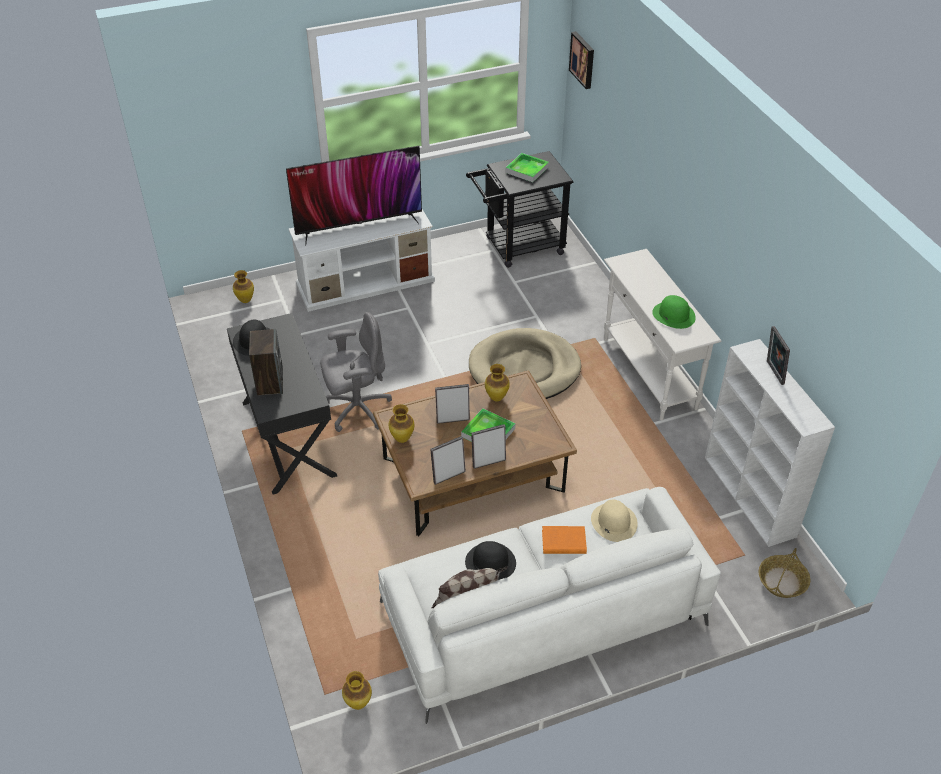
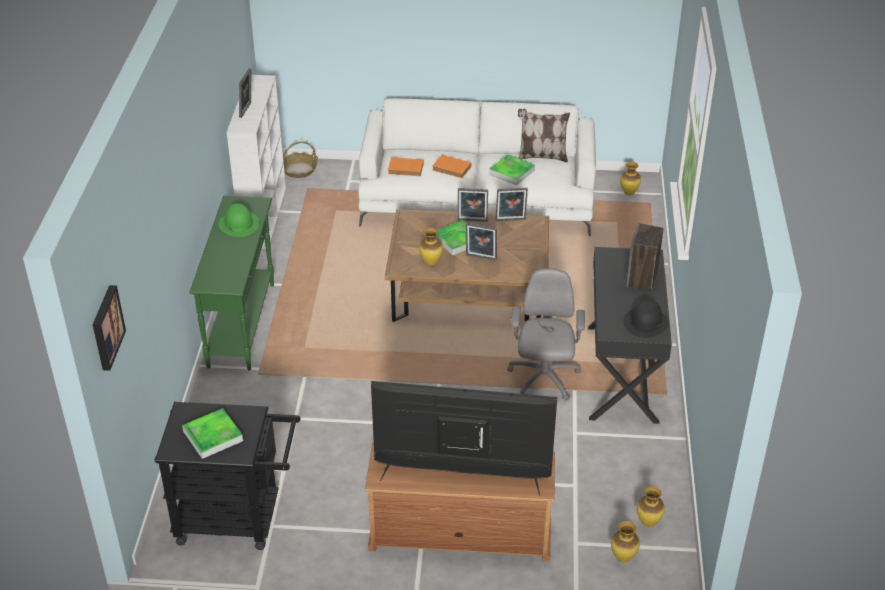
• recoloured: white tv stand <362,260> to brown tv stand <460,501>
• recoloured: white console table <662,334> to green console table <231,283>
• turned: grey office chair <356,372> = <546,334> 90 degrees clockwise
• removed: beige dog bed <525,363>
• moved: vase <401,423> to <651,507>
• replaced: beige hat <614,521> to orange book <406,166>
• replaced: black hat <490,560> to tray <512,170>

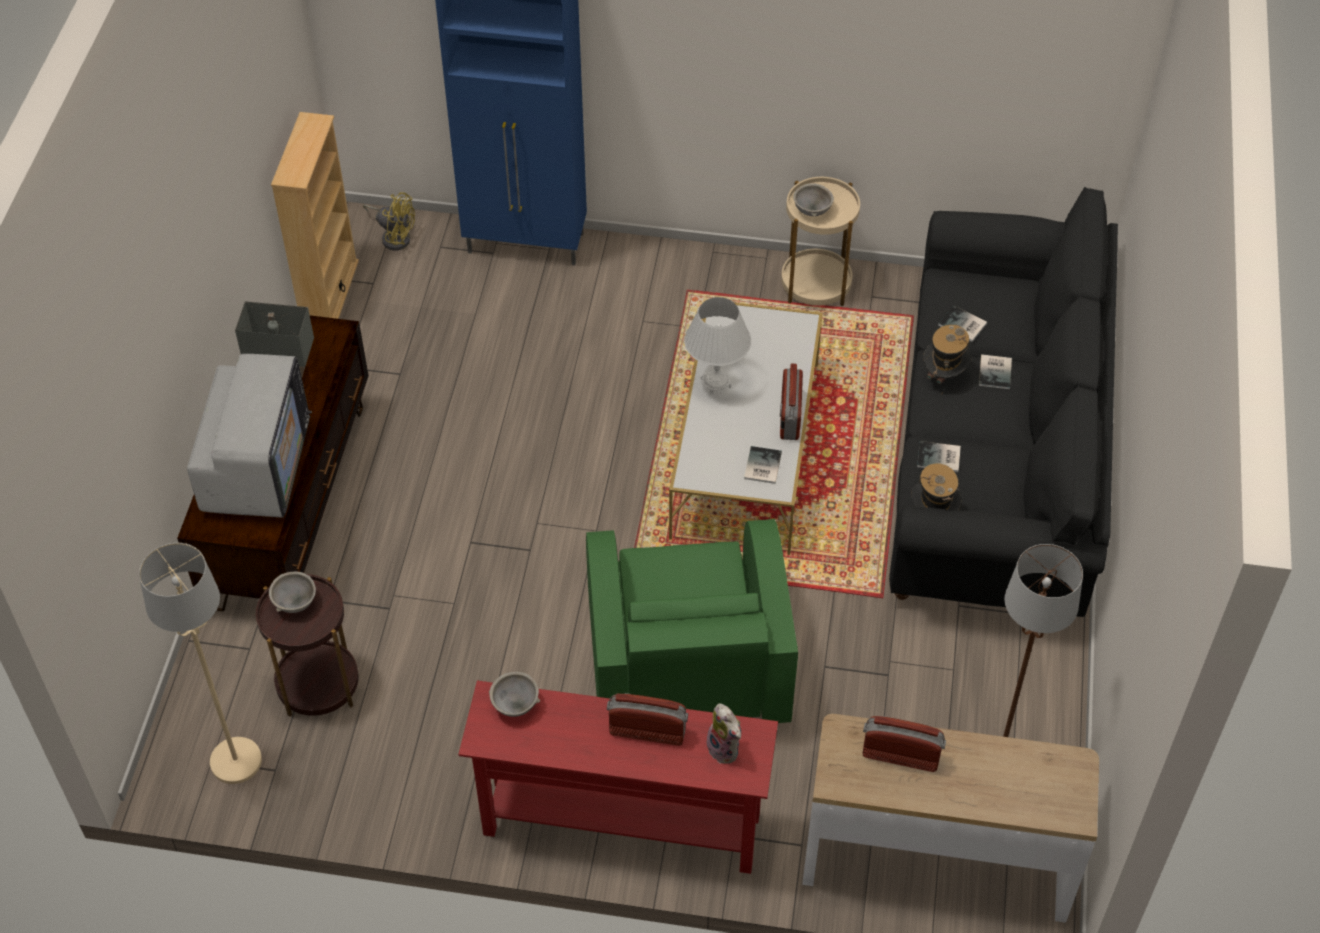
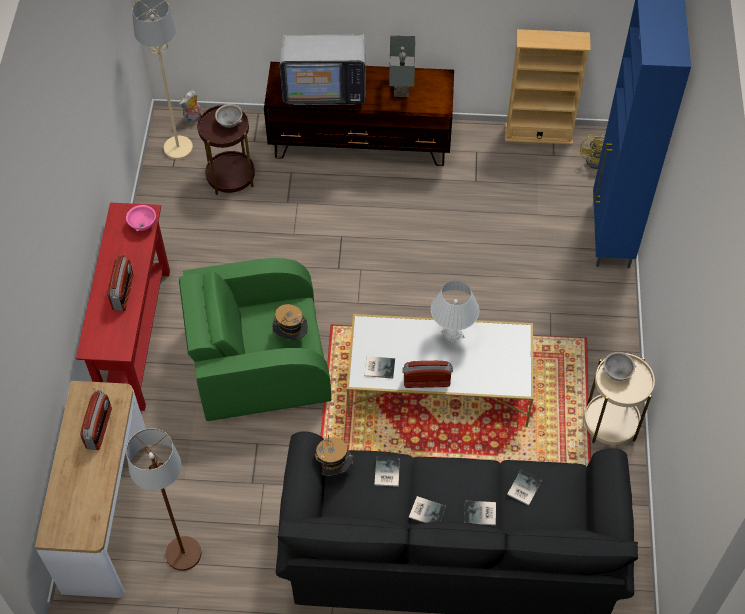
• moved: hat <947,359> to <290,322>
• recoloured: grey bowl <514,694> to pink bowl <141,218>
• moved: plush toy <723,734> to <190,107>
• added: book <427,509>

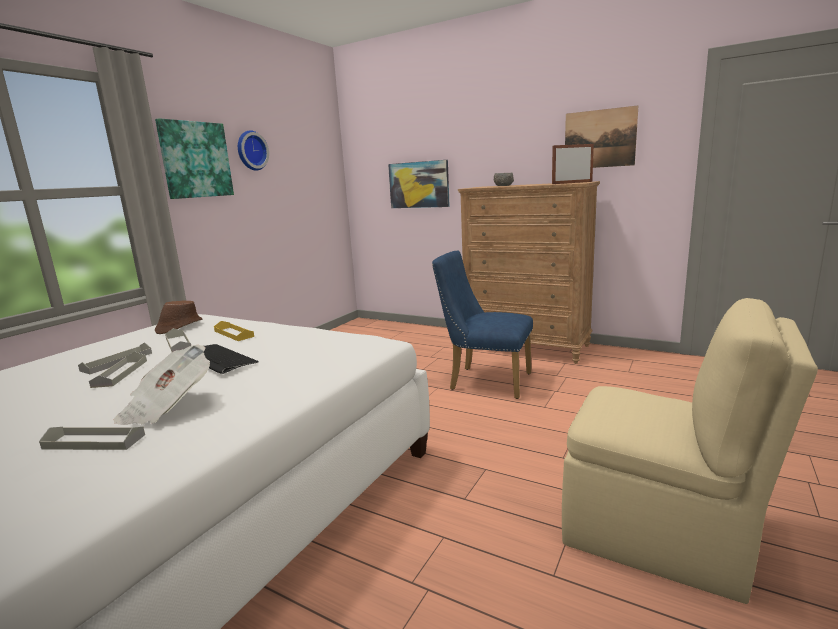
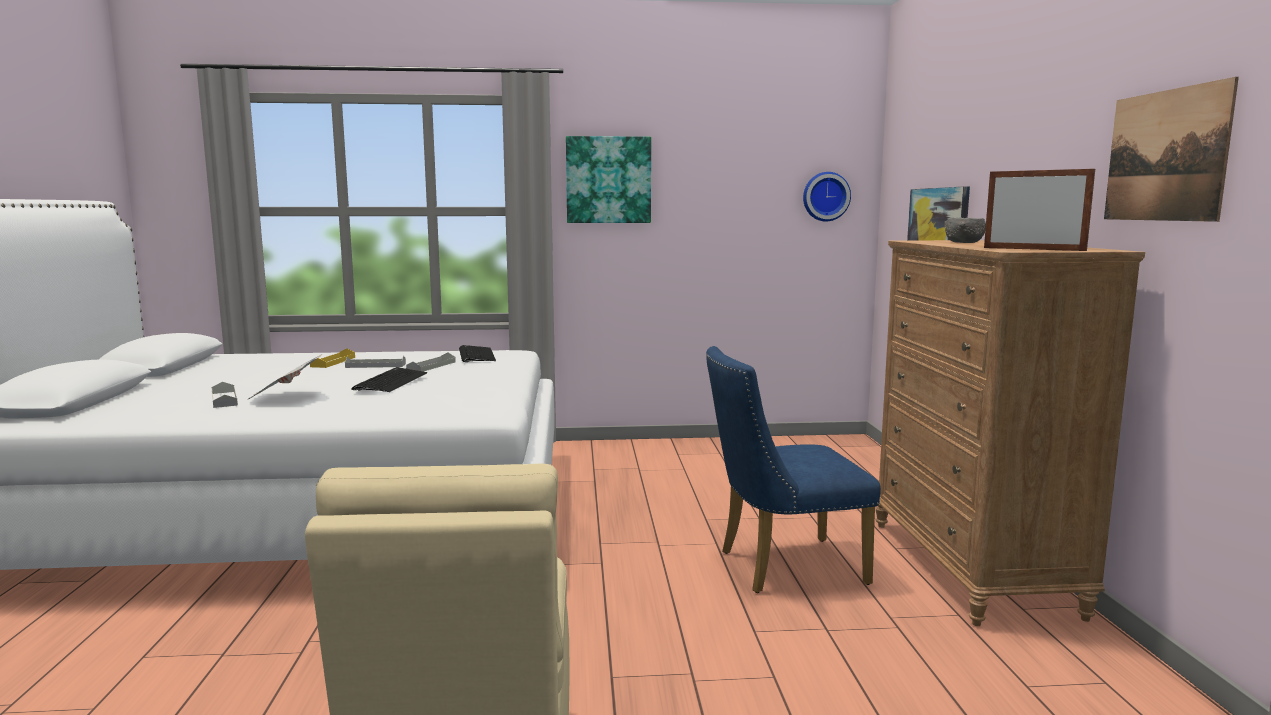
• moved: wall clock <253,150> to <827,196>
• turned: blue chair <482,325> = <793,469> 90 degrees counterclockwise
• replaced: brown hat <179,317> to keyboard <477,353>
• moved: yellow tray <234,331> to <332,358>
• removed: grey tray <118,370>

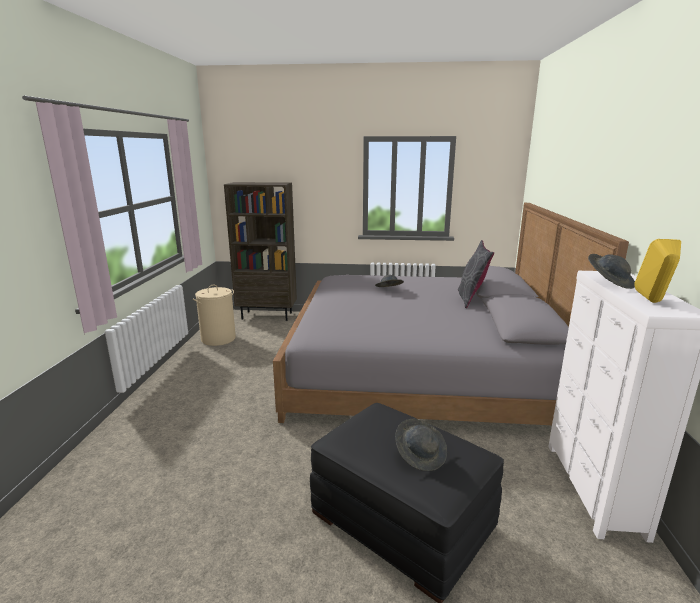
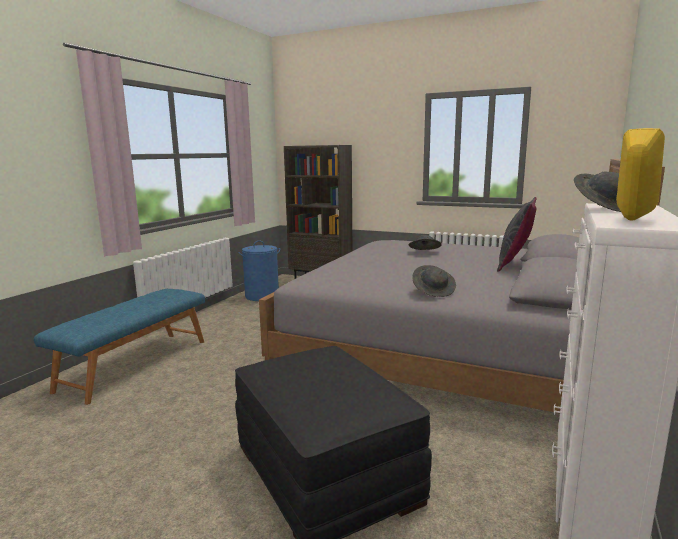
• recoloured: beige laundry basket <214,315> to blue laundry basket <259,270>
• moved: grey hat <421,444> to <434,281>
• added: blue bench <119,347>

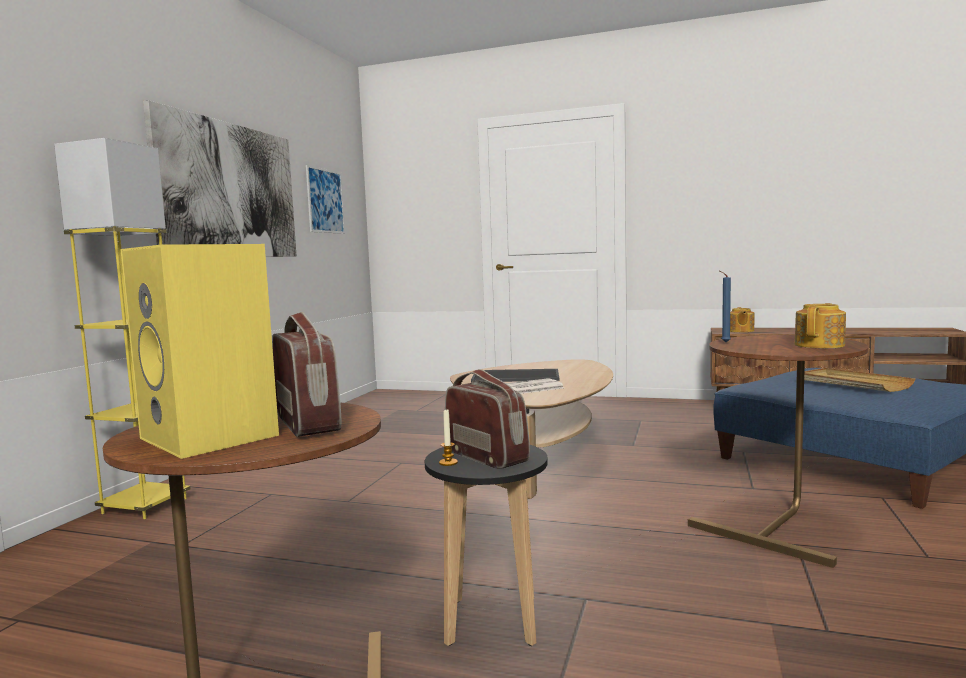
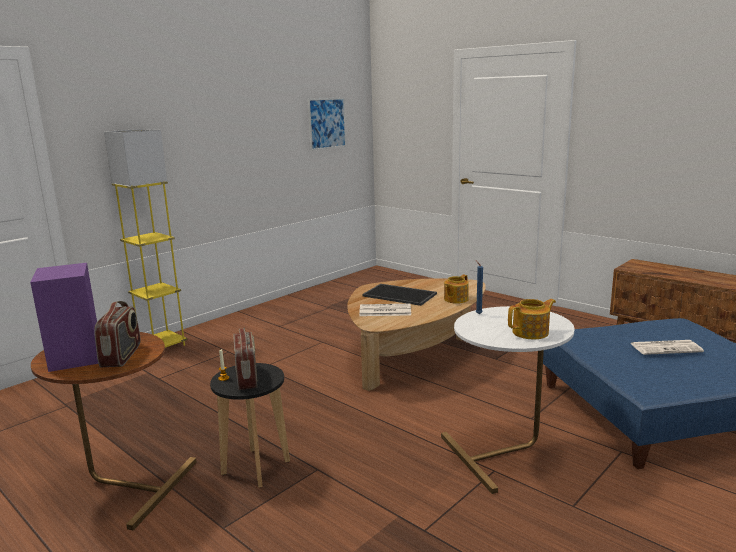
• removed: picture <219,178>
• recoloured: yellow speaker <199,351> to purple speaker <64,317>
• moved: teapot <742,319> to <456,289>
• recoloured: brown side table <778,451> to white side table <507,400>
• replaced: beige tray <860,380> to newspaper <667,347>

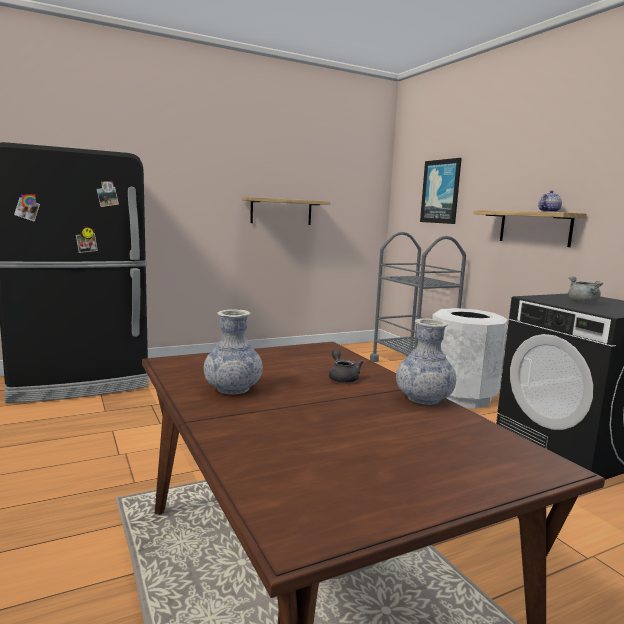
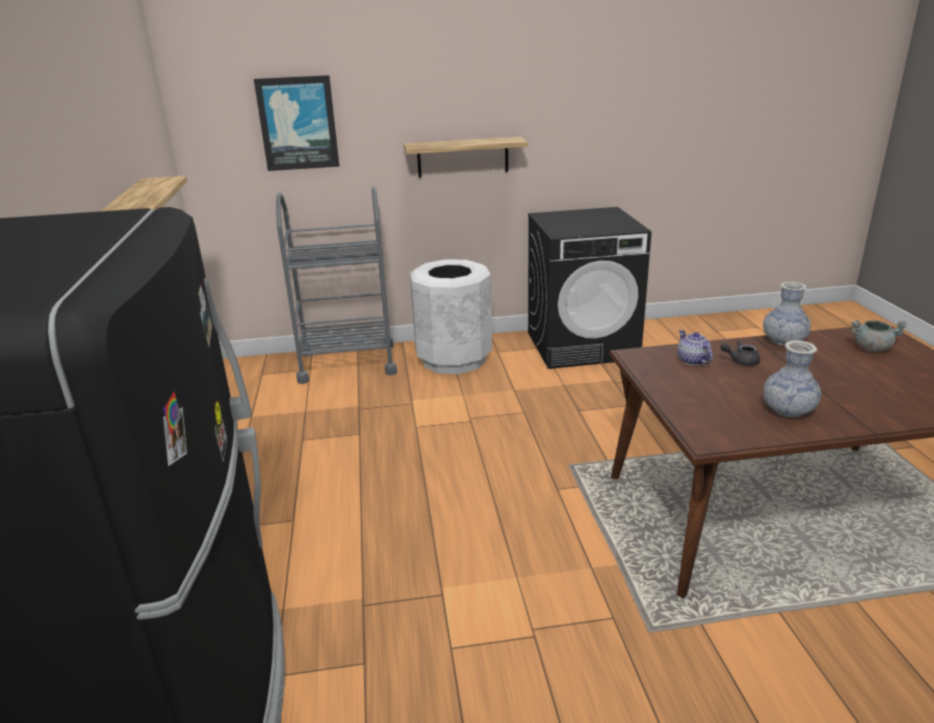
• moved: teapot <550,201> to <695,347>
• moved: grey cooking pot <585,289> to <880,336>

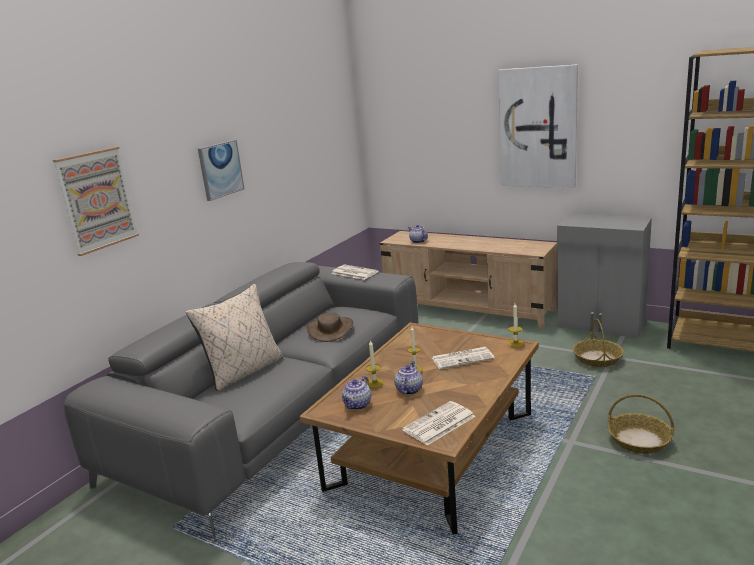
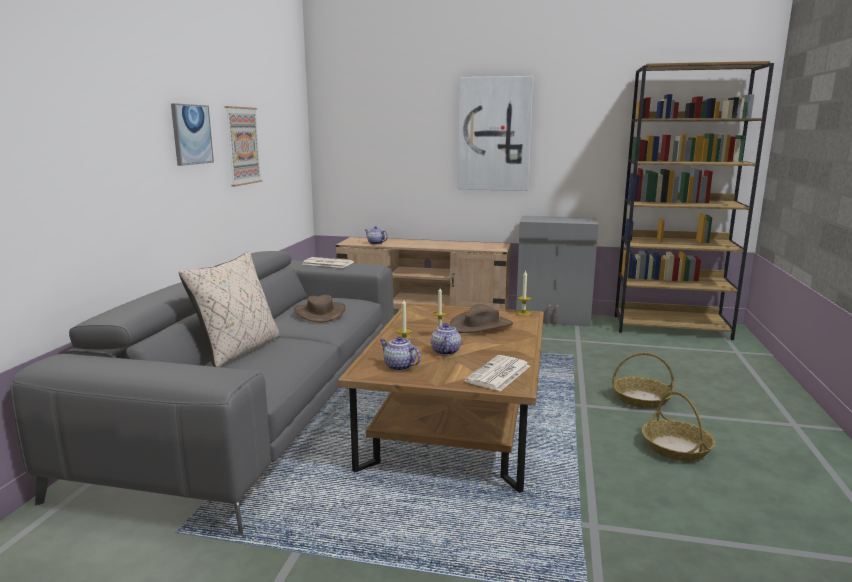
• moved: picture <96,201> to <244,146>
• moved: basket <598,343> to <679,426>
• replaced: newspaper <463,358> to brown hat <481,318>
• turned: teapot <356,393> = <400,353> 120 degrees clockwise

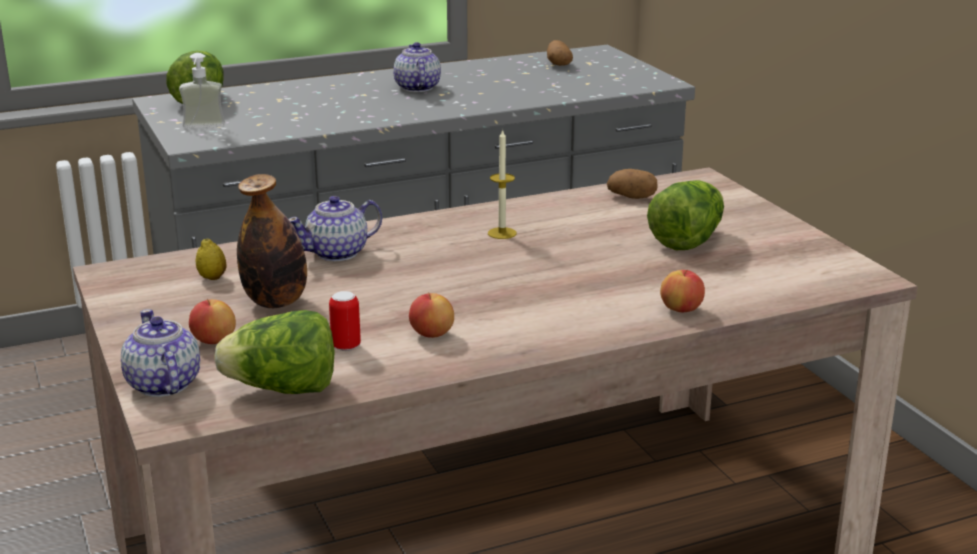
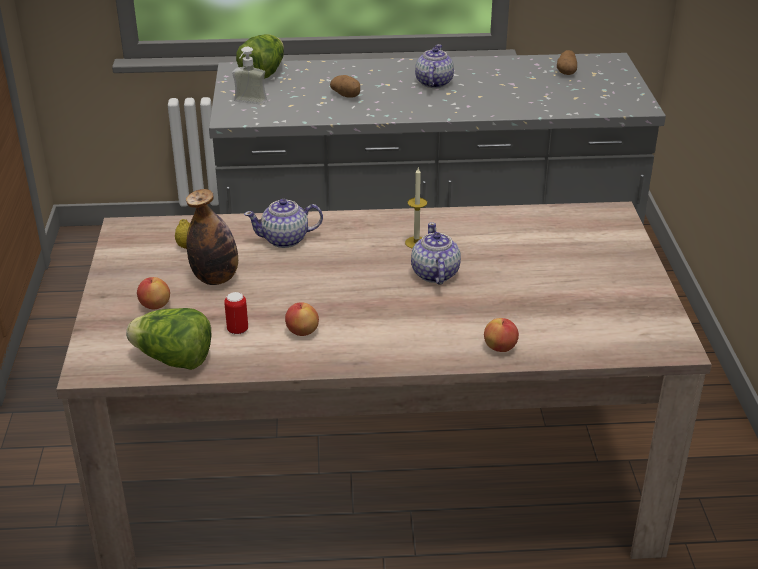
• moved: potato <632,184> to <345,86>
• removed: lettuce <685,215>
• moved: teapot <160,353> to <436,253>

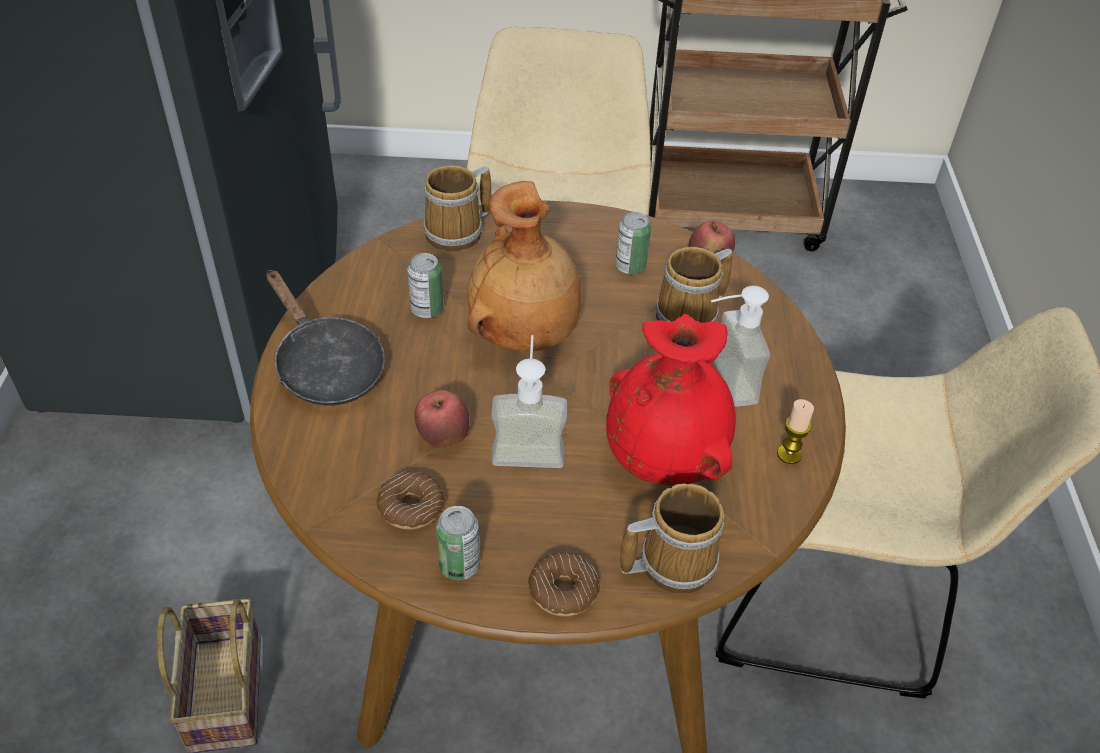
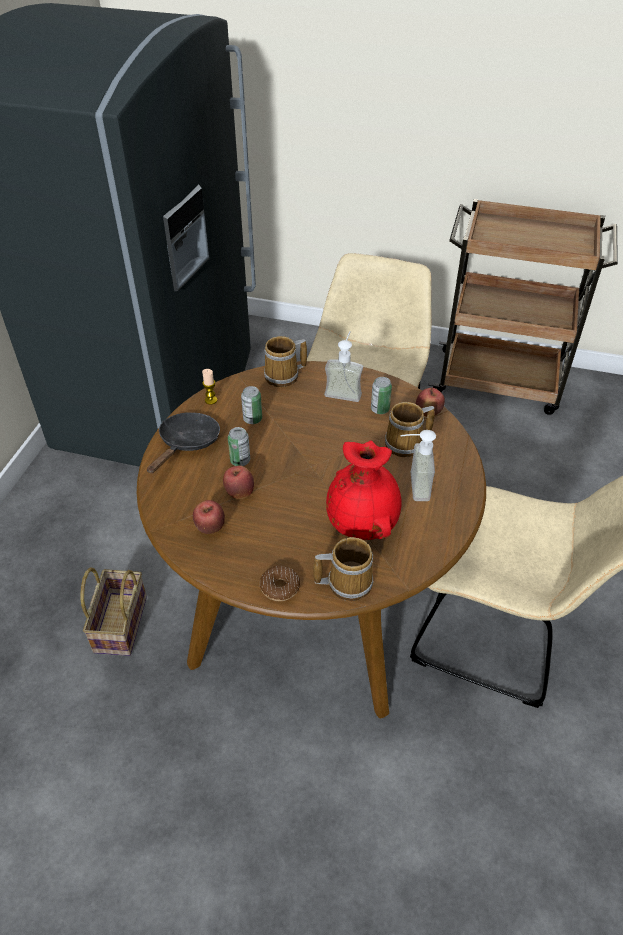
• removed: brown vase <524,266>
• turned: black frying pan <325,338> = <183,442> 135 degrees counterclockwise
• moved: soap dispenser <529,401> to <343,366>
• moved: candle <795,431> to <209,387>
• replaced: donut <410,500> to apple <209,517>
• moved: can <458,543> to <239,446>

